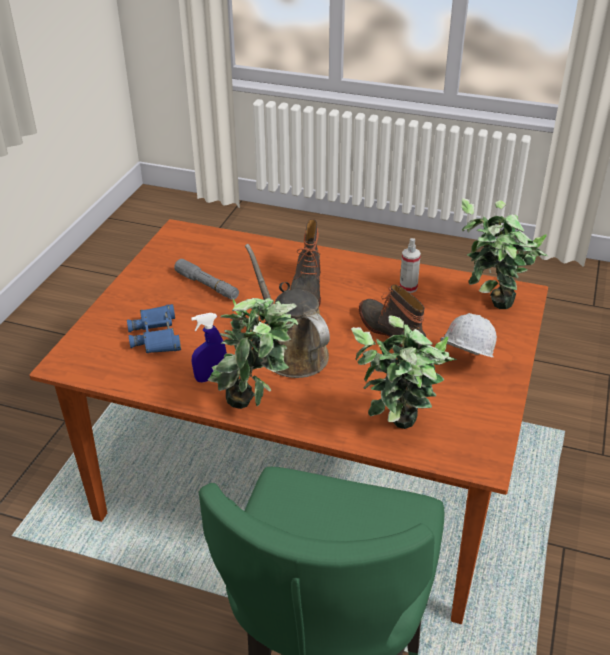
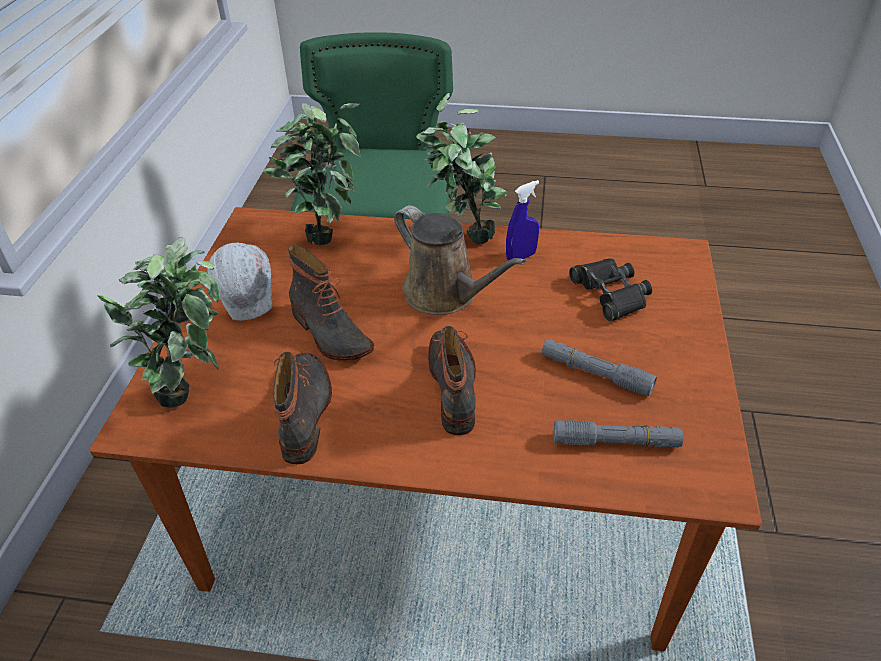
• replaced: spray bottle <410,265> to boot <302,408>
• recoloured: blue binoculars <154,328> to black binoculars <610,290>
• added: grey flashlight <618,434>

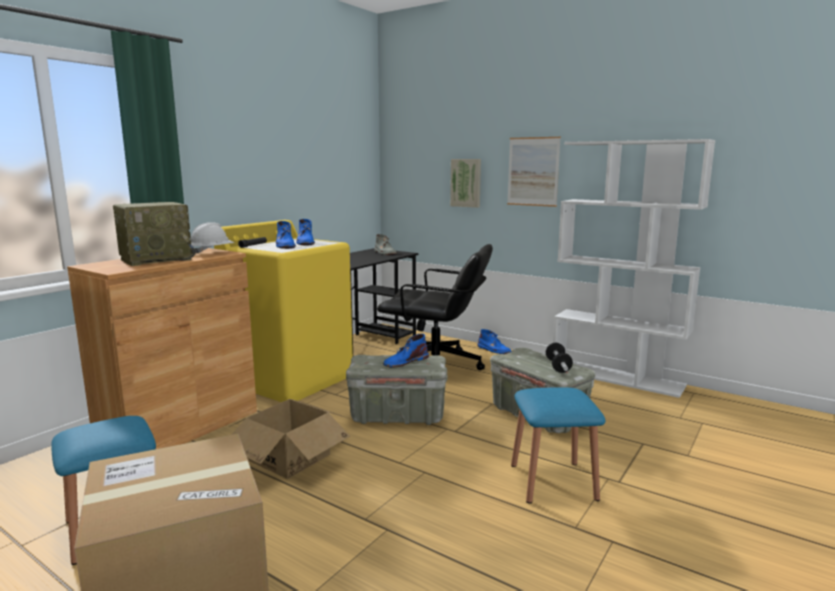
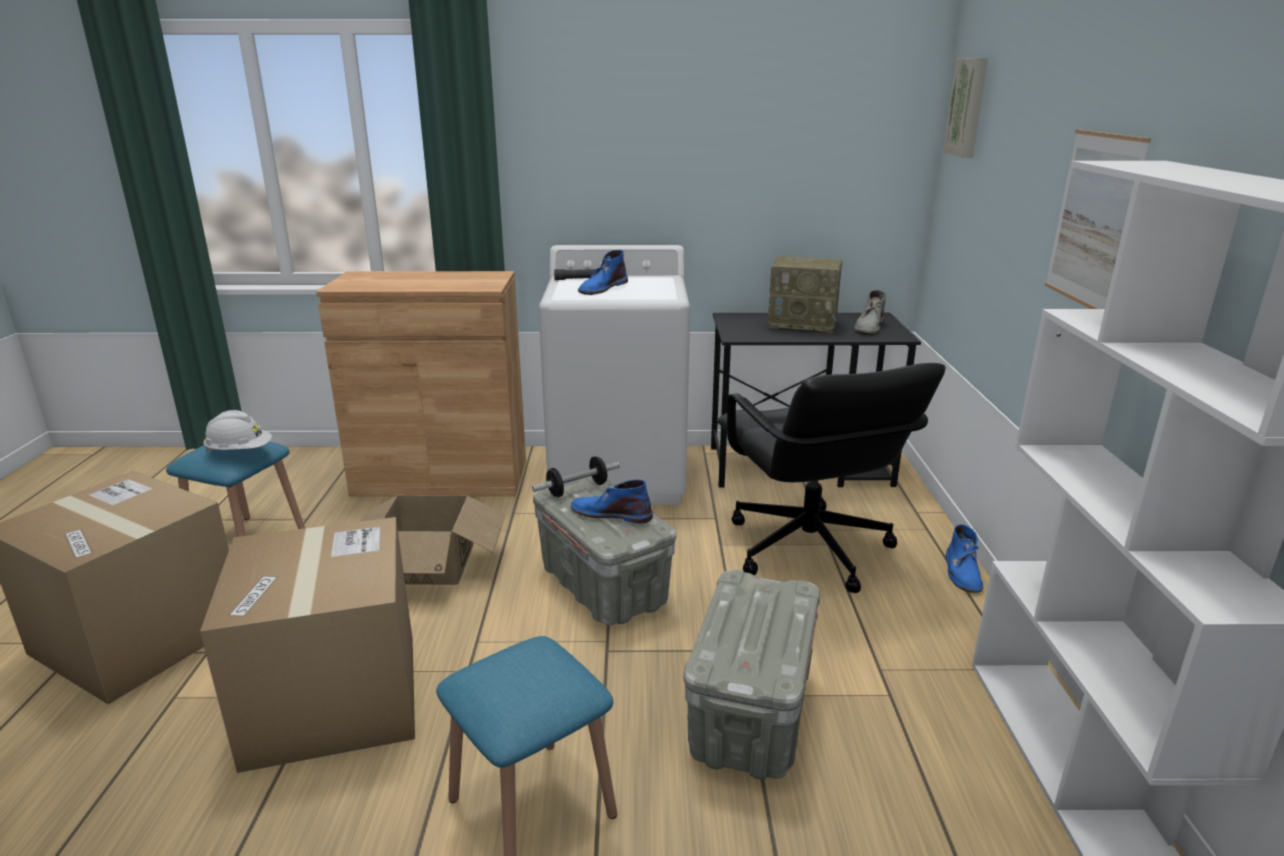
• moved: picture <465,183> to <965,108>
• moved: radio <154,234> to <805,294>
• removed: blue boot <305,232>
• recoloured: yellow washing machine <283,311> to white washing machine <614,375>
• moved: white hard hat <212,238> to <237,431>
• moved: dumbbell <559,358> to <576,476>
• added: cardboard box <307,645>

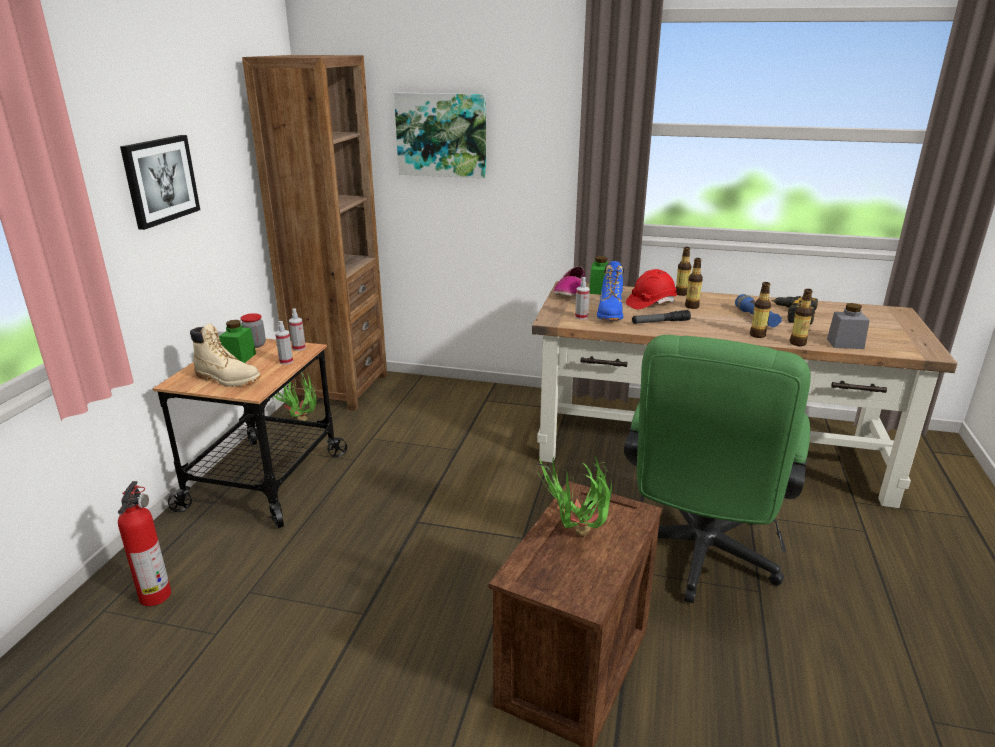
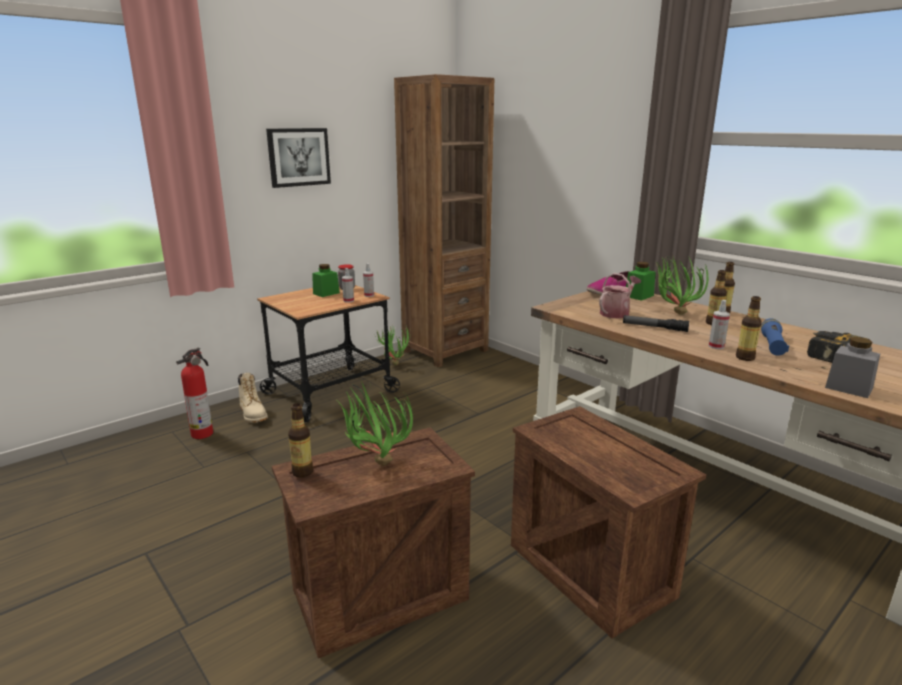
• removed: picture <440,135>
• replaced: blue boot <610,290> to watering can <620,296>
• replaced: red hard hat <651,289> to potted plant <681,284>
• moved: spray bottle <582,298> to <719,324>
• moved: bottle <801,317> to <300,440>
• moved: beige boot <225,355> to <253,398>
• replaced: green office chair <717,469> to crate <608,522>

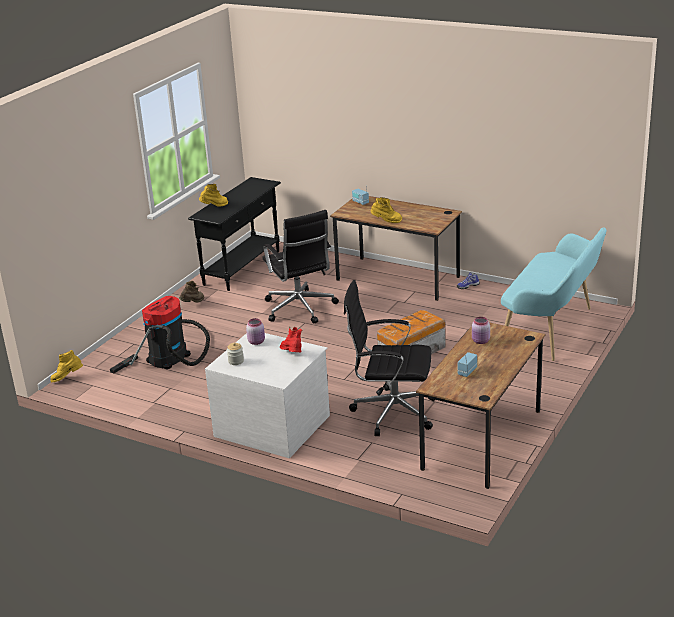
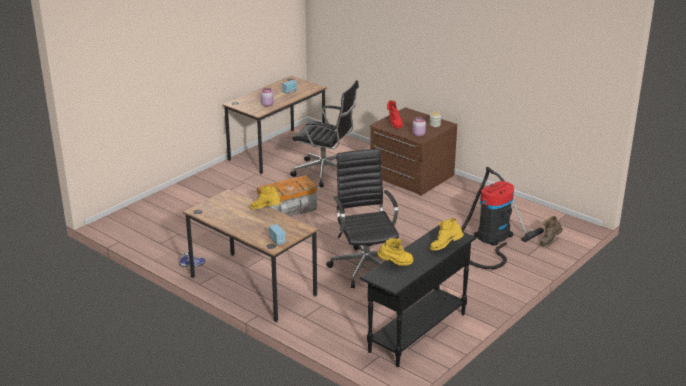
• removed: turquoise bench <554,294>
• moved: brown boot <191,292> to <551,231>
• recoloured: white dresser <267,395> to brown dresser <413,151>
• moved: yellow boot <66,366> to <395,252>

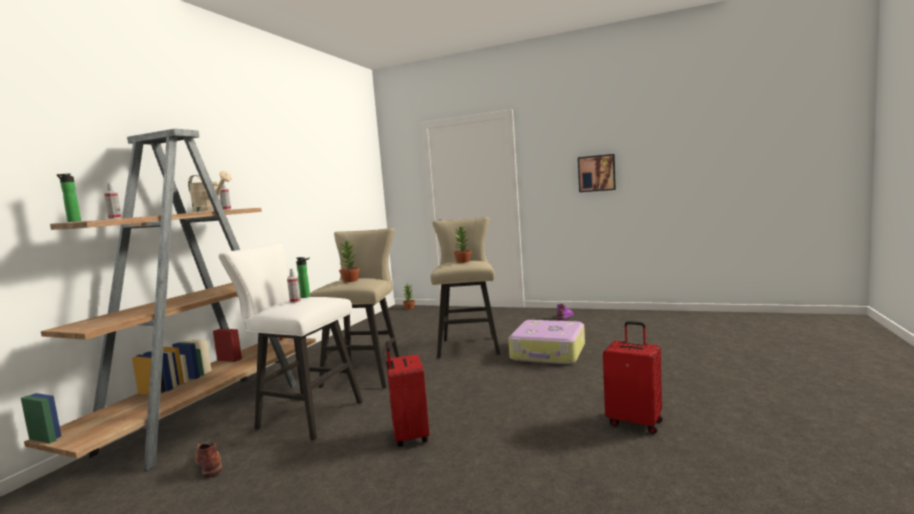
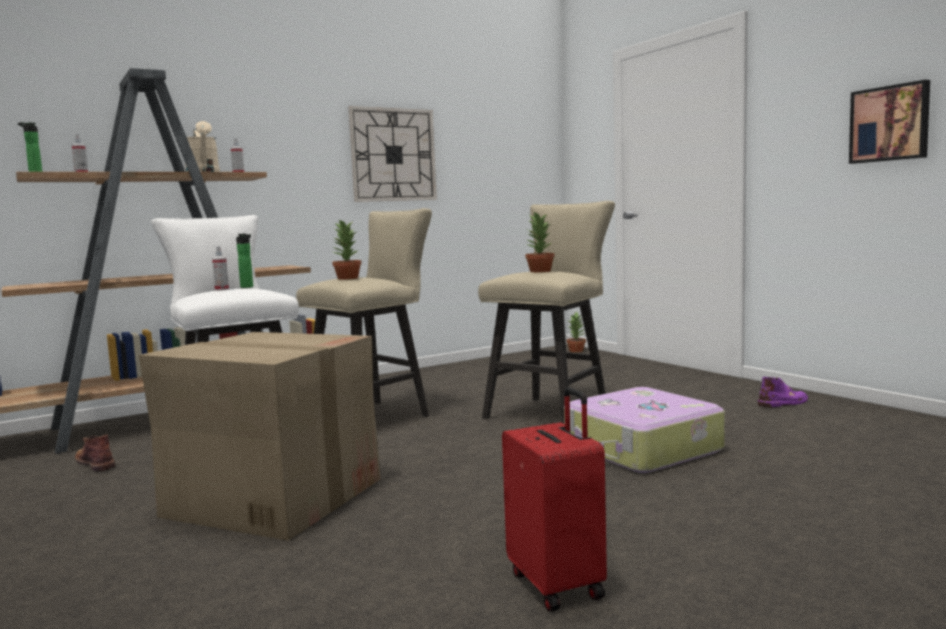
• replaced: red suitcase <408,394> to cardboard box <260,436>
• turned: brown boot <208,460> = <95,453> 45 degrees counterclockwise
• added: wall clock <392,154>

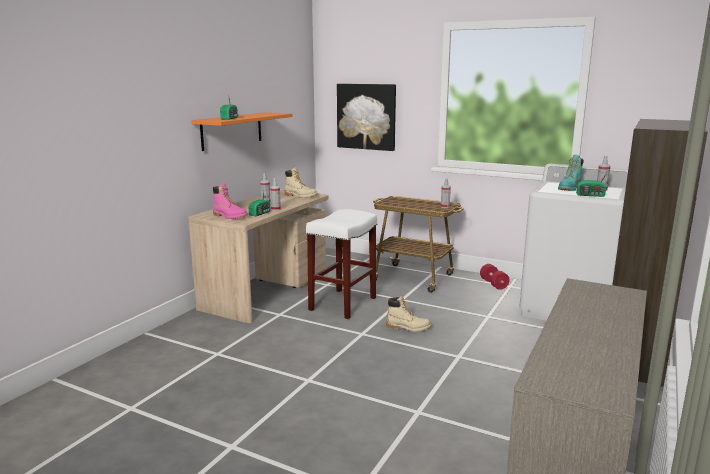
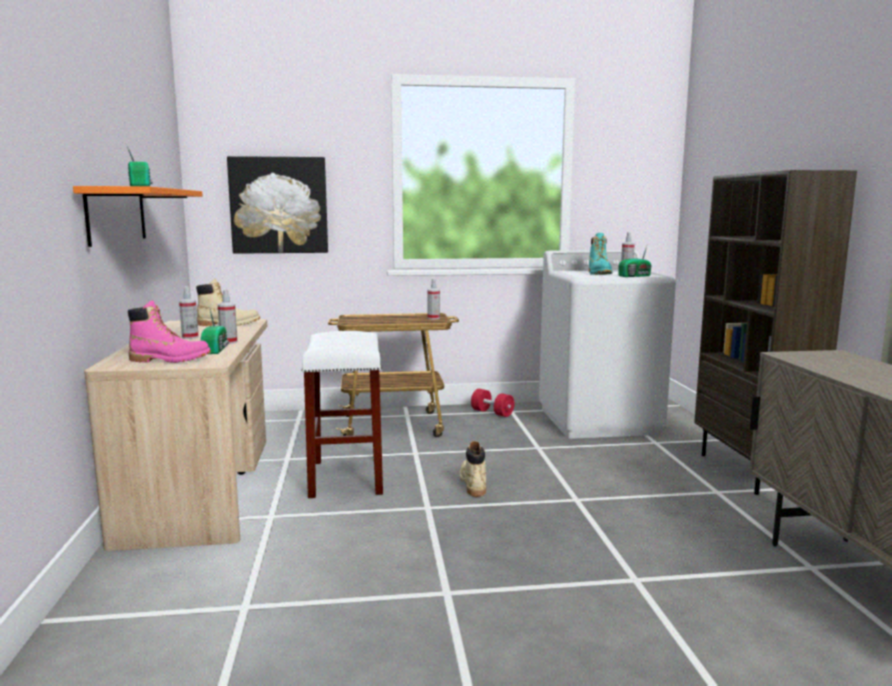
• turned: beige boot <408,313> = <472,469> 75 degrees counterclockwise

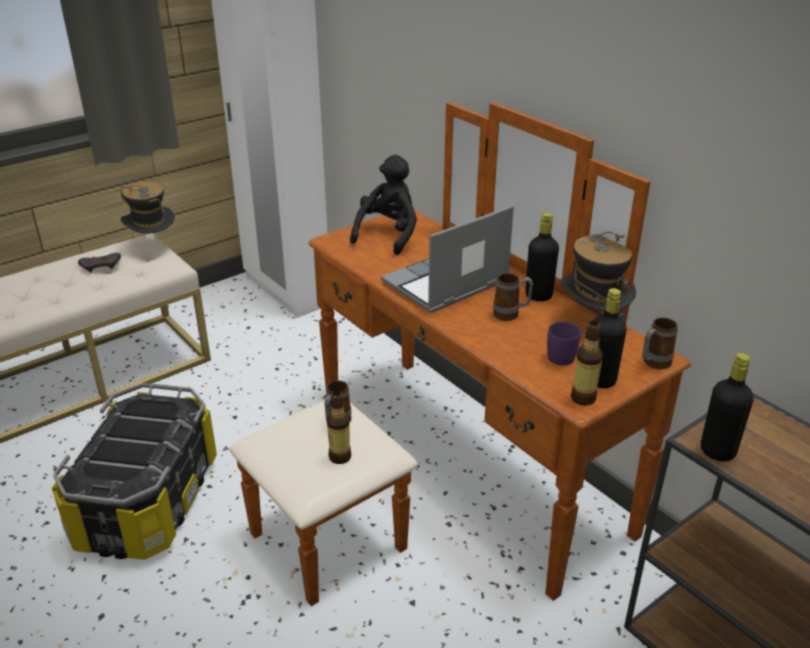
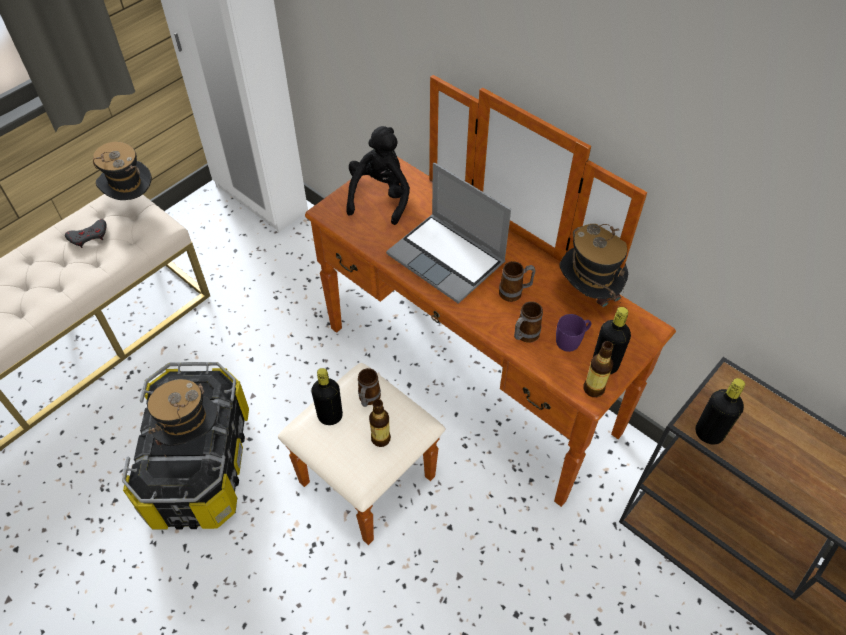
• turned: laptop <447,259> = <448,233> 90 degrees counterclockwise
• moved: black bottle <542,257> to <327,396>
• moved: mug <660,343> to <528,322>
• added: hat <183,418>

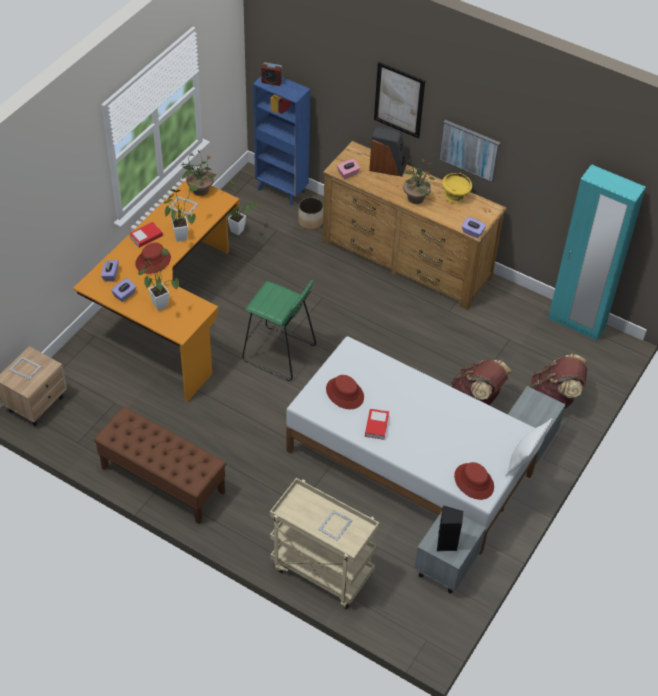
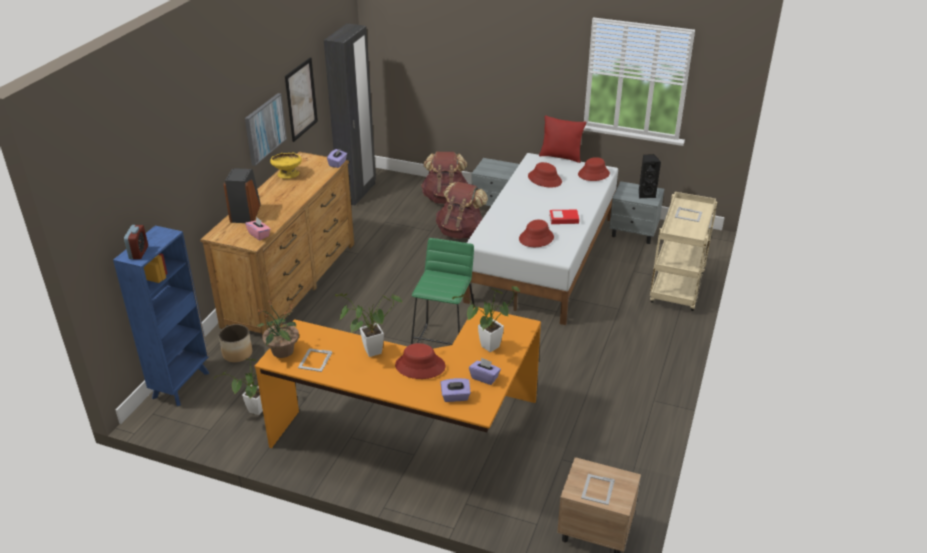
• moved: picture <399,100> to <301,99>
• removed: potted plant <419,181>
• recoloured: turquoise wardrobe <597,252> to black wardrobe <350,114>
• removed: book <146,235>
• removed: brown bench <160,465>
• recoloured: white pillow <529,447> to red pillow <562,139>
• added: red hat <545,175>

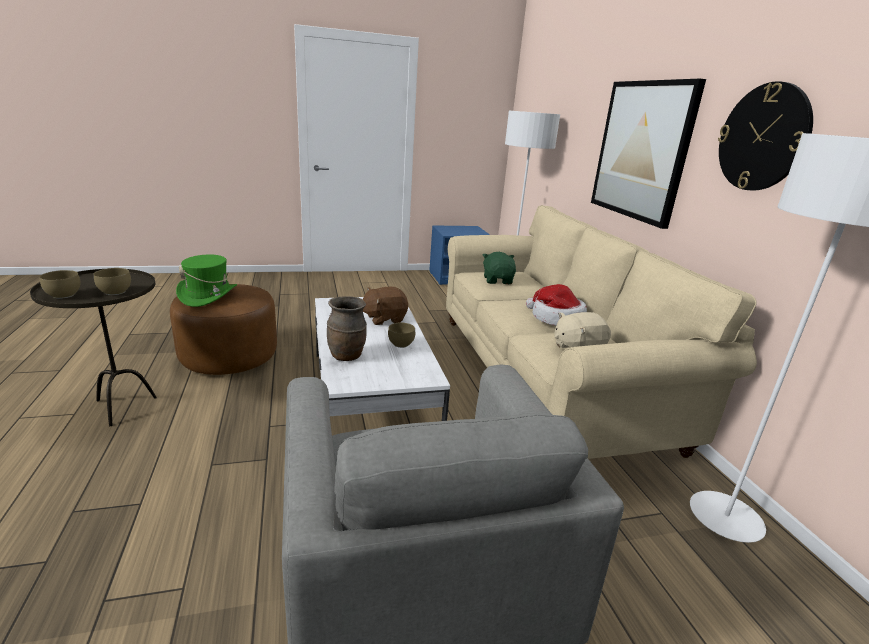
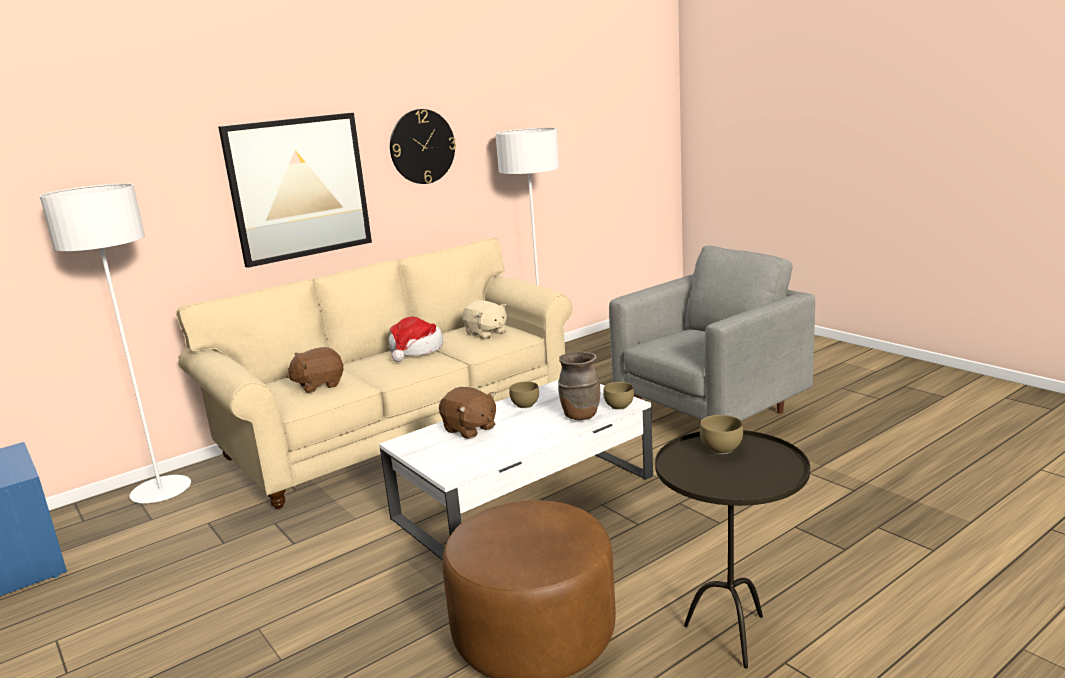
• recoloured: green plush toy <499,268> to brown plush toy <315,370>
• removed: green hat <206,281>
• moved: brown bowl <60,284> to <618,396>

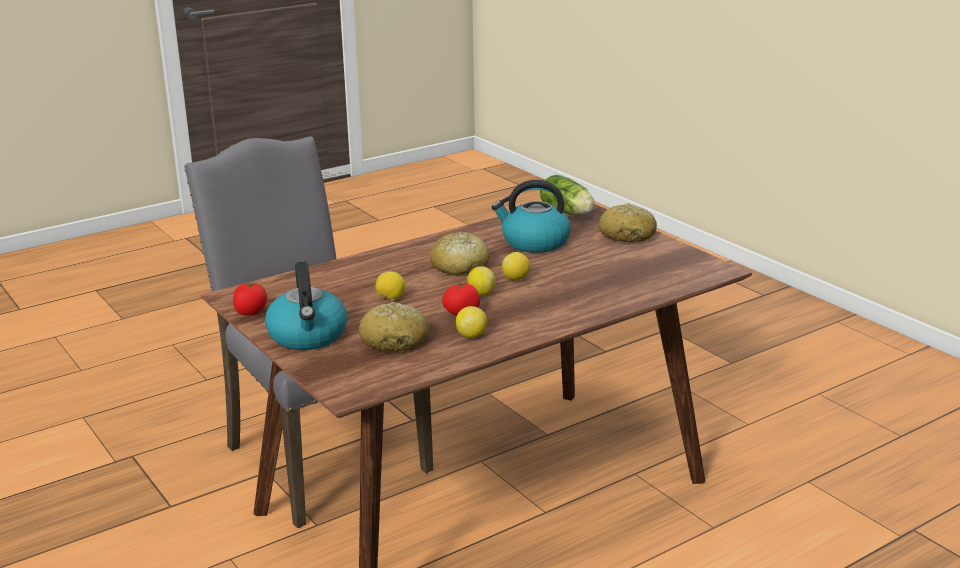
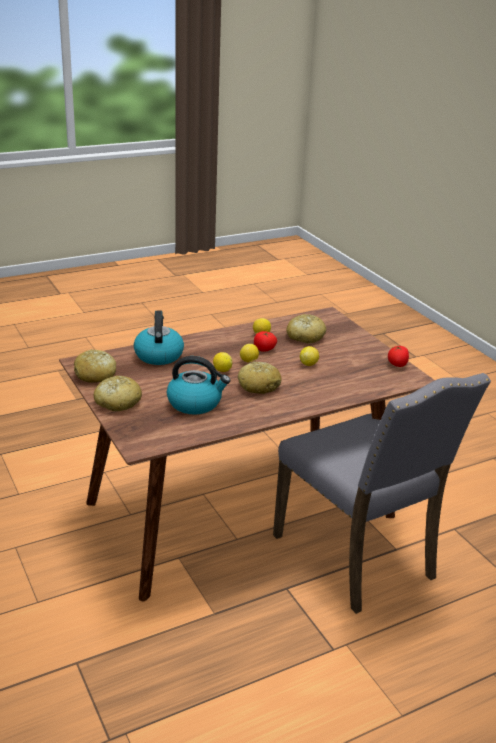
• removed: lettuce <567,194>
• moved: kettle <306,306> to <159,338>
• added: bread <95,366>

